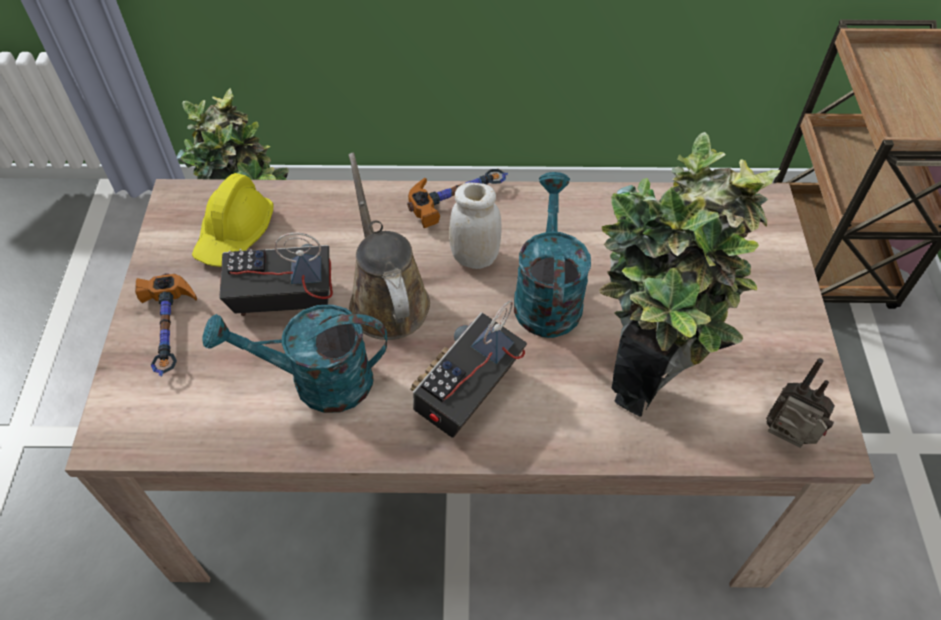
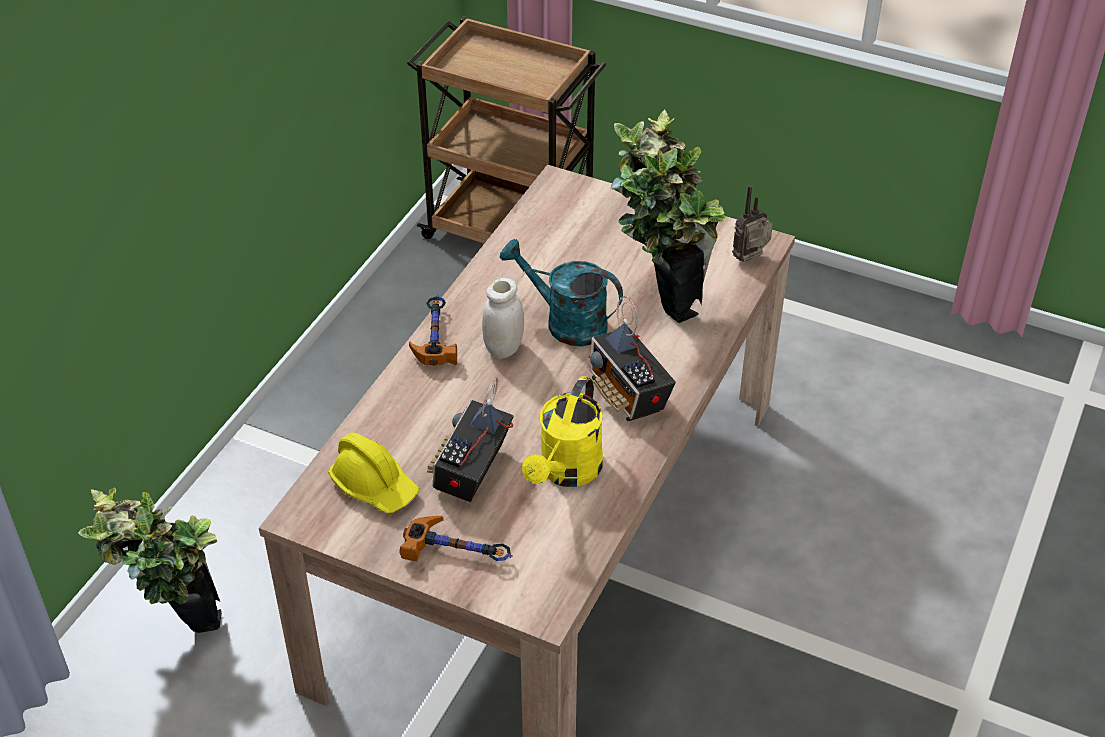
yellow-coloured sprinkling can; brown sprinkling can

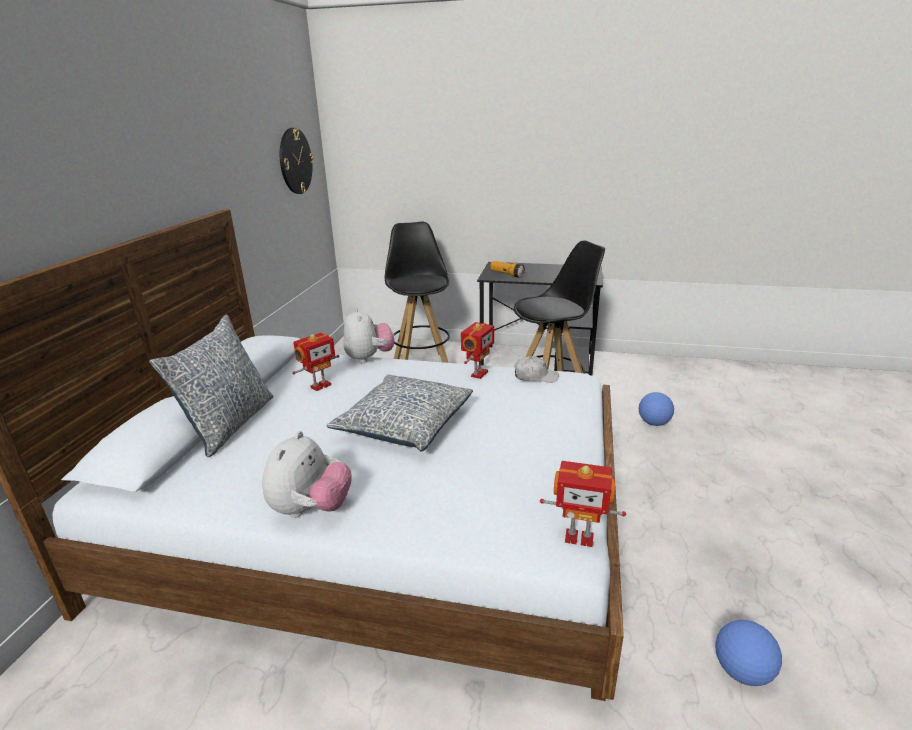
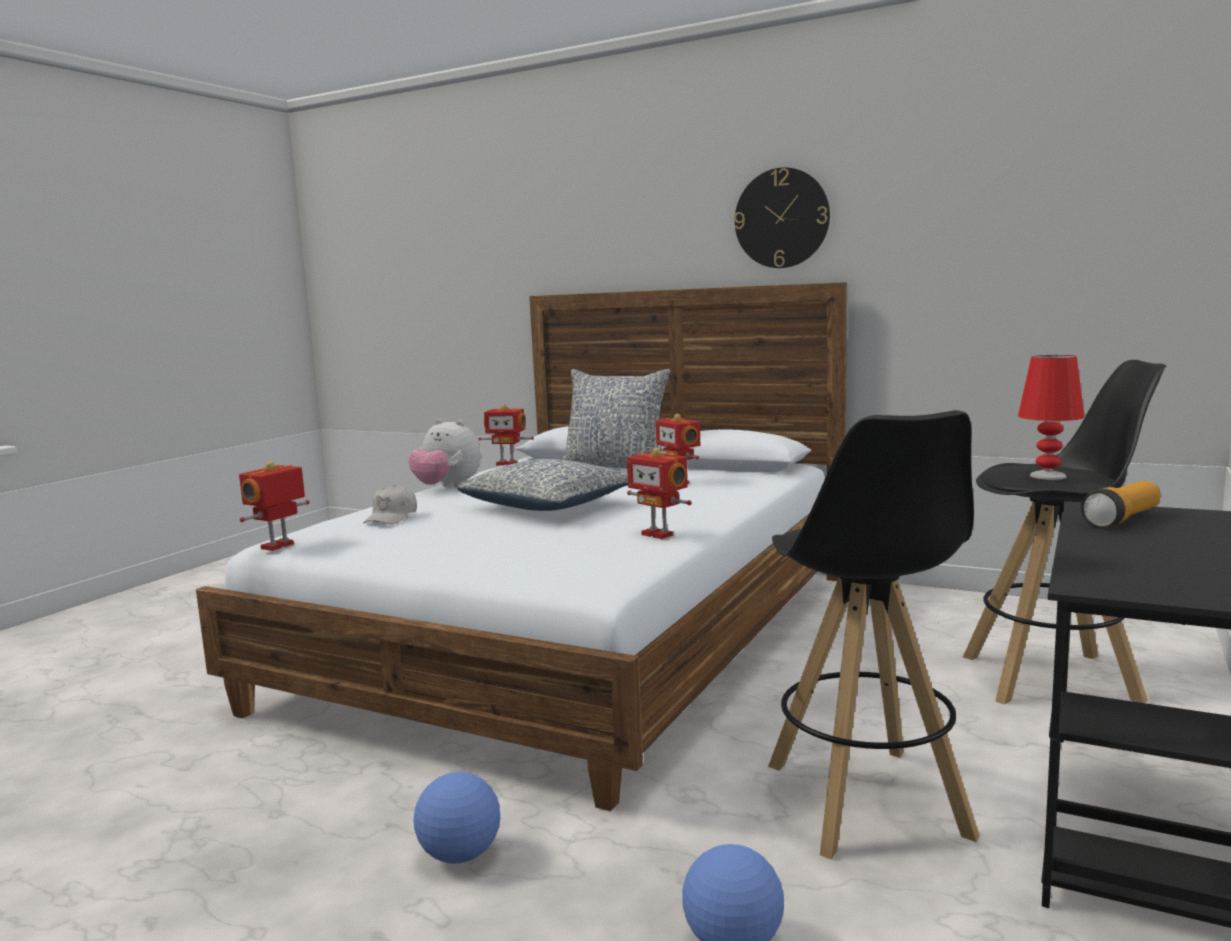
hanging clock; cuddly toy (2nd from left in the first image); white cap; football (1st from left); model robot (2nd from left); red table lamp

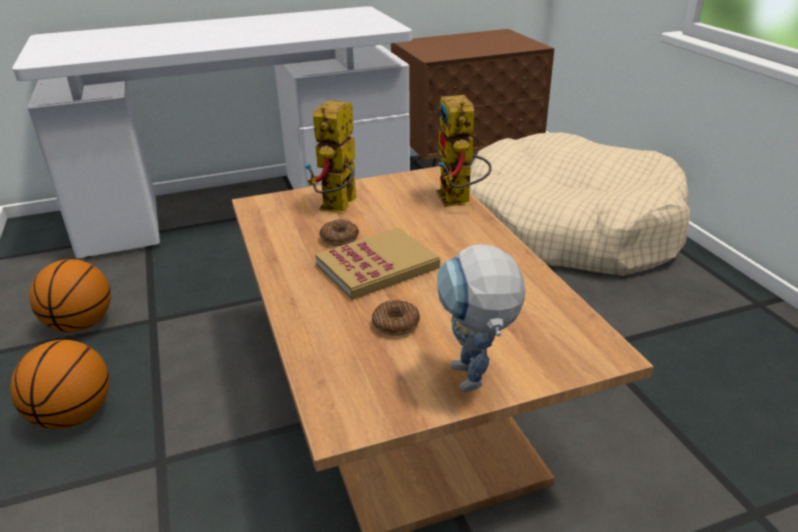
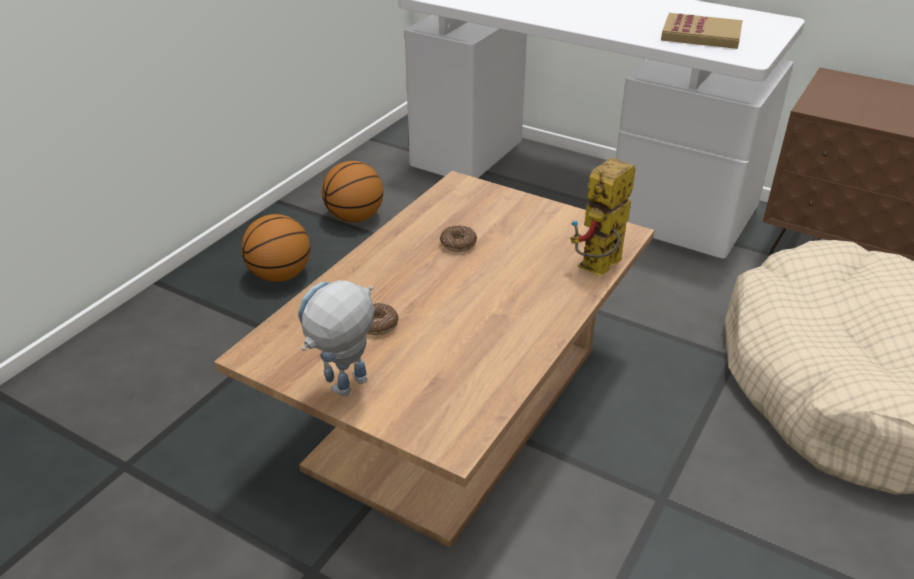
model robot (1st from left in the first image); volume

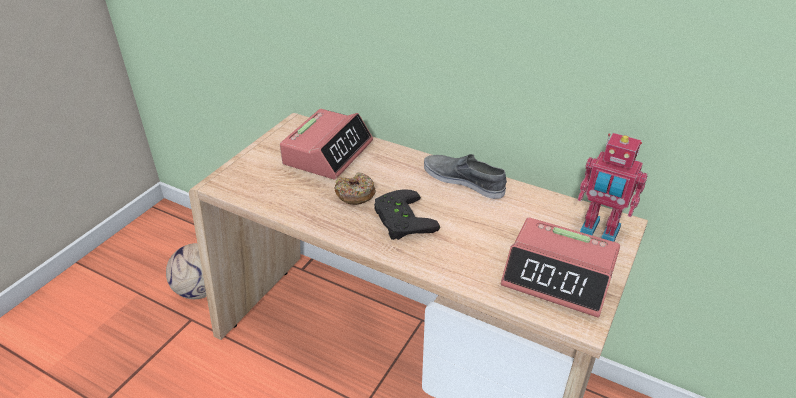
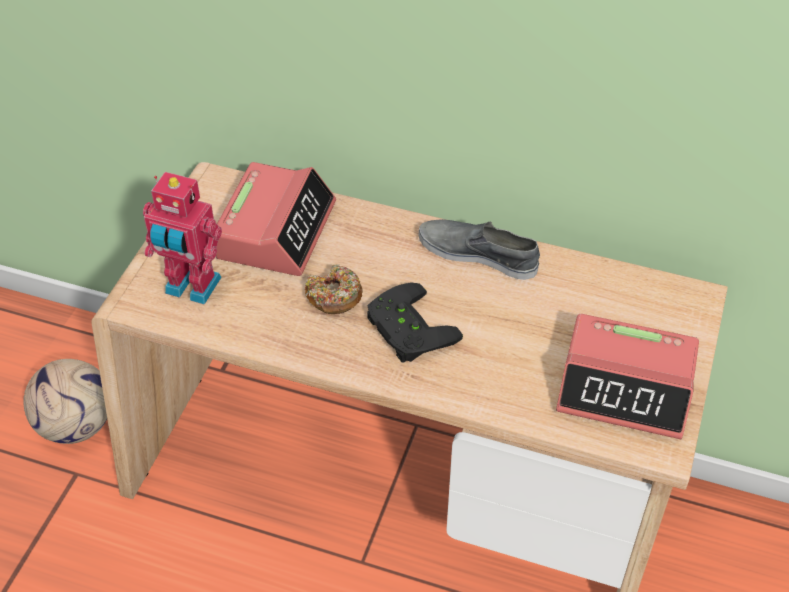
model robot

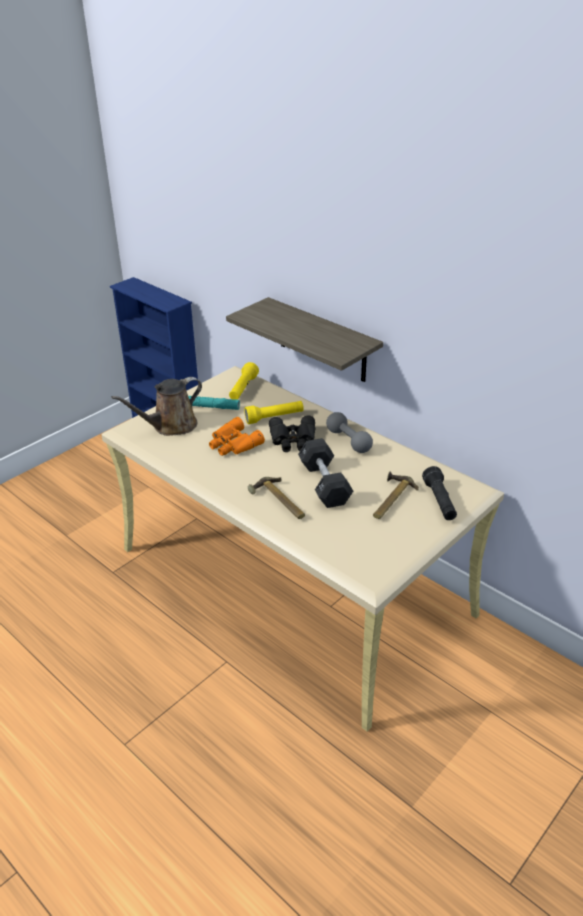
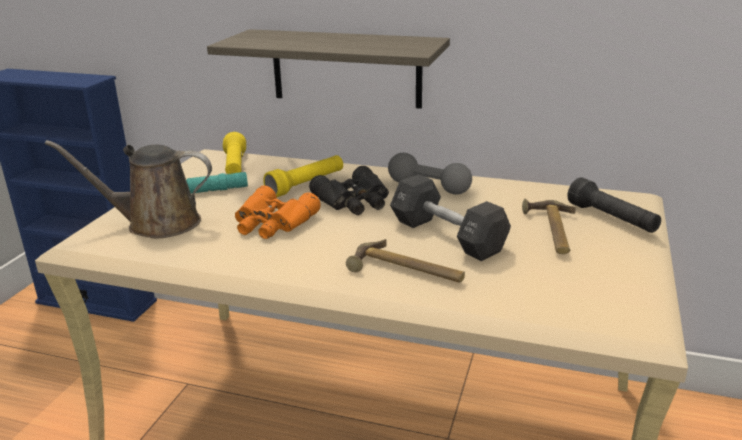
brown sprinkling can

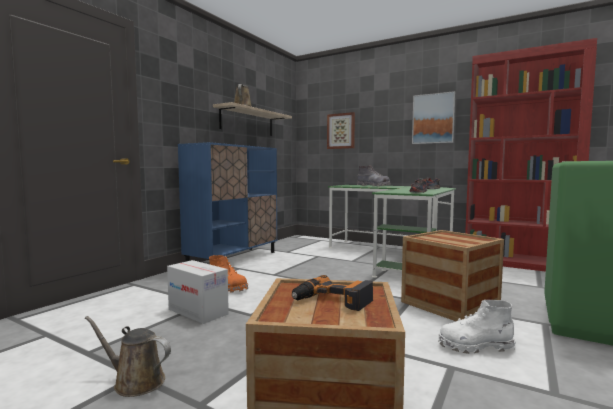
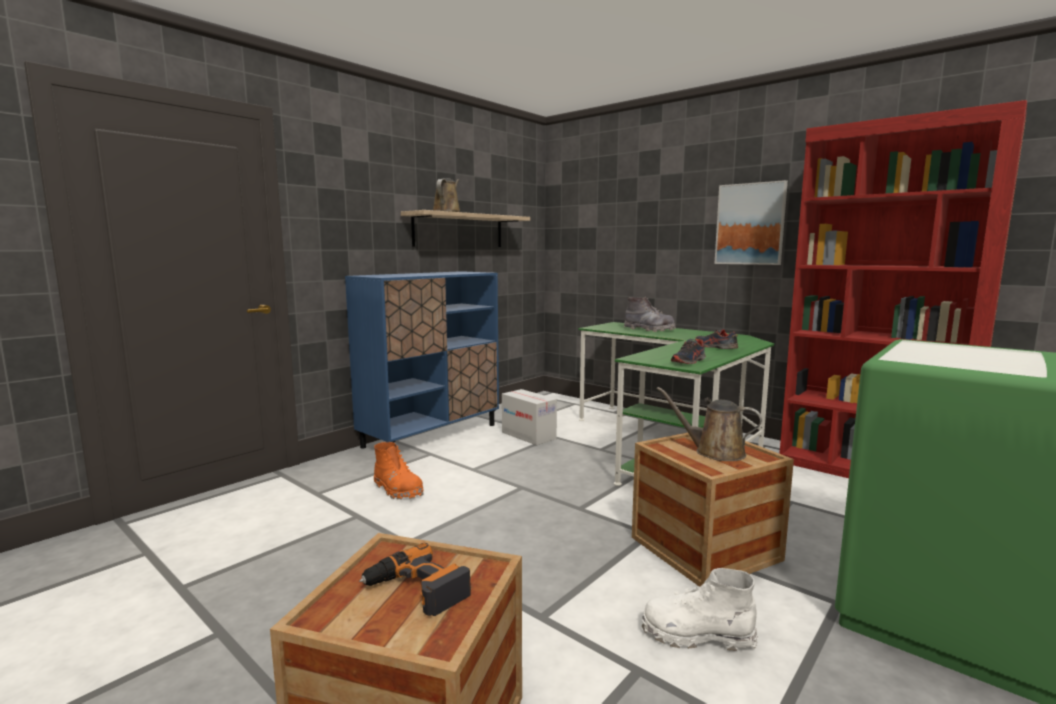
brown sprinkling can (2nd from left); carton; wall picture (1st from left in the first image)

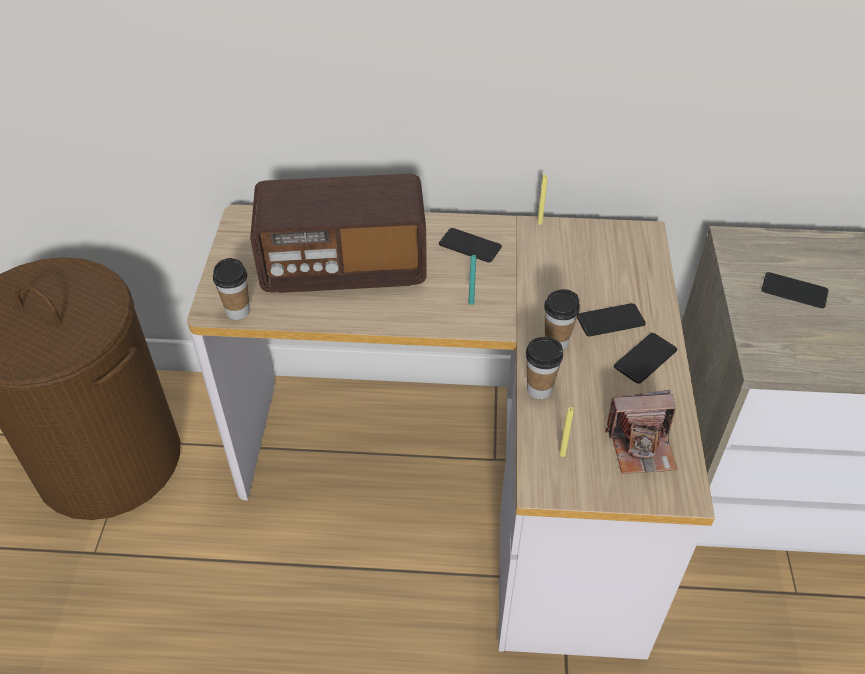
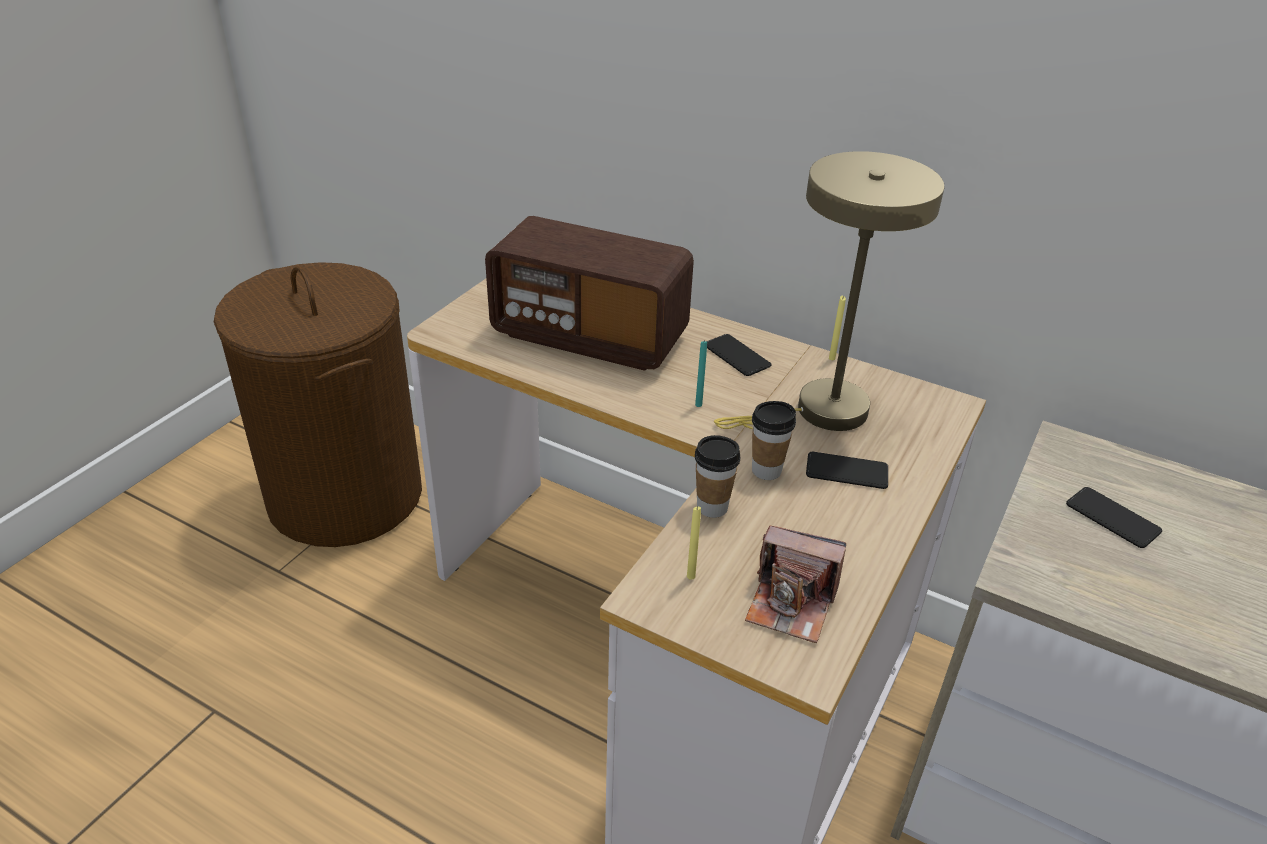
drinking cup (1st from left in the first image); telephone (3rd from left in the first image); sand-coloured table lamp

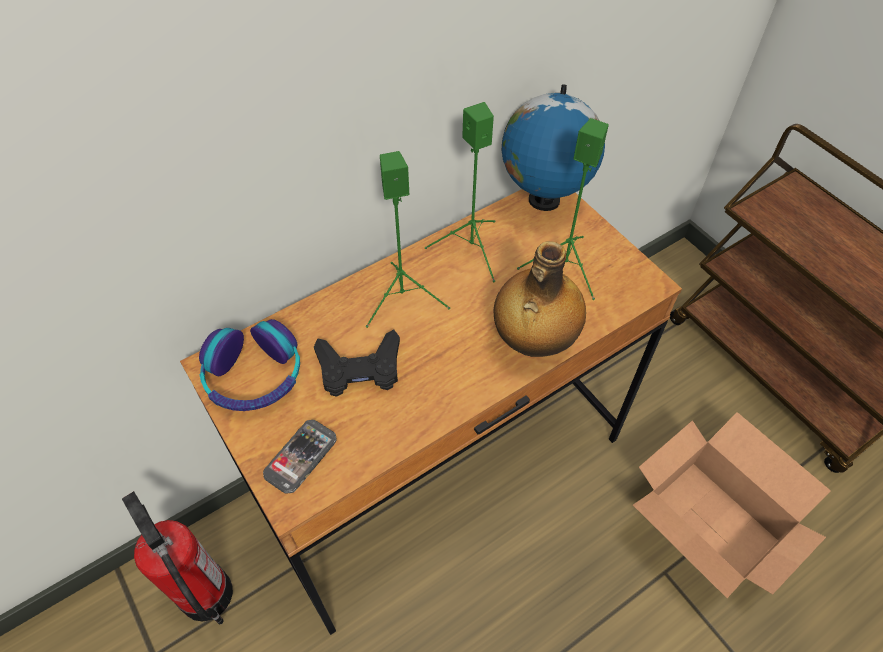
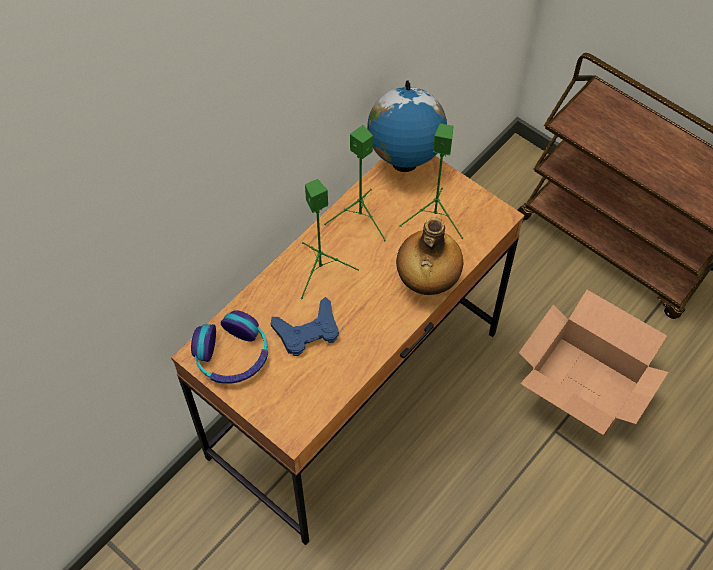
fire-fighting cylinder; telephone; bluish joypad

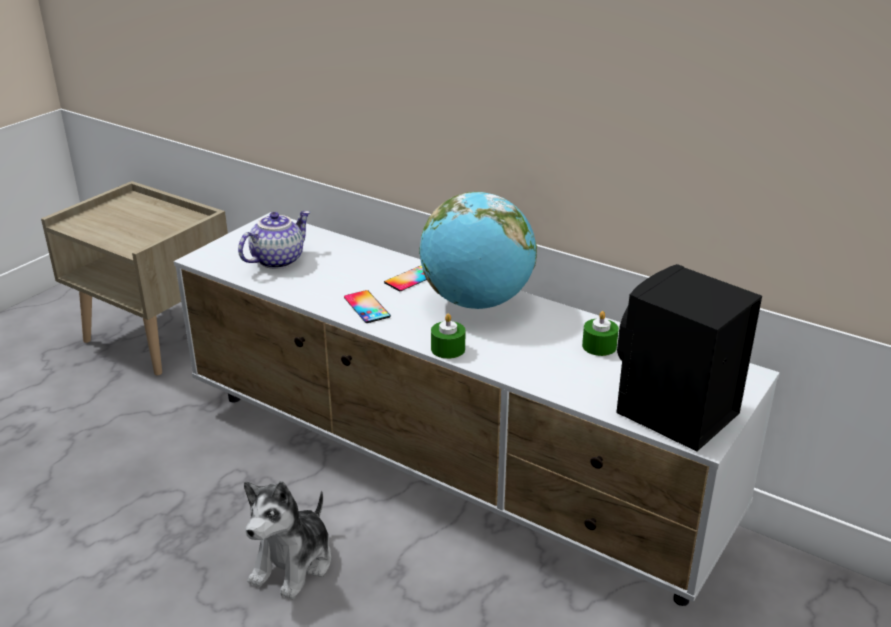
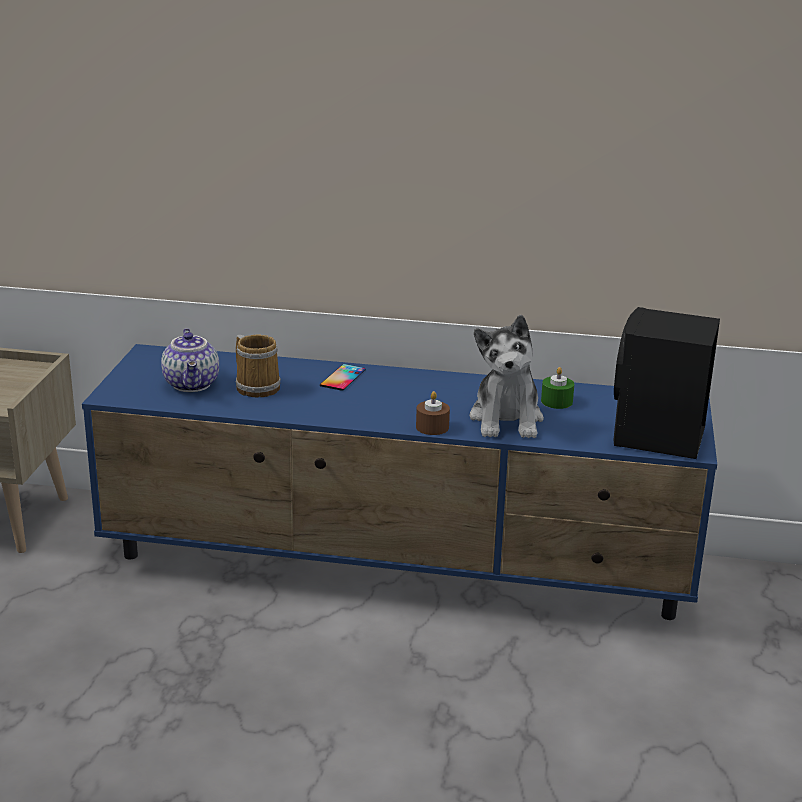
bluish media console; teapot; cuddly toy; telephone (1st from left in the first image); globe; brown candle; coffee mug

